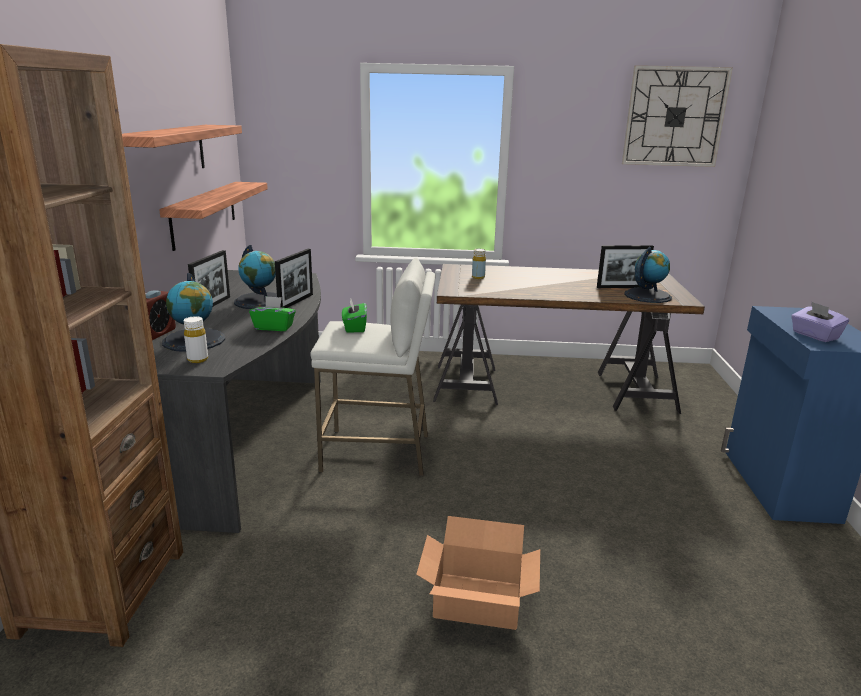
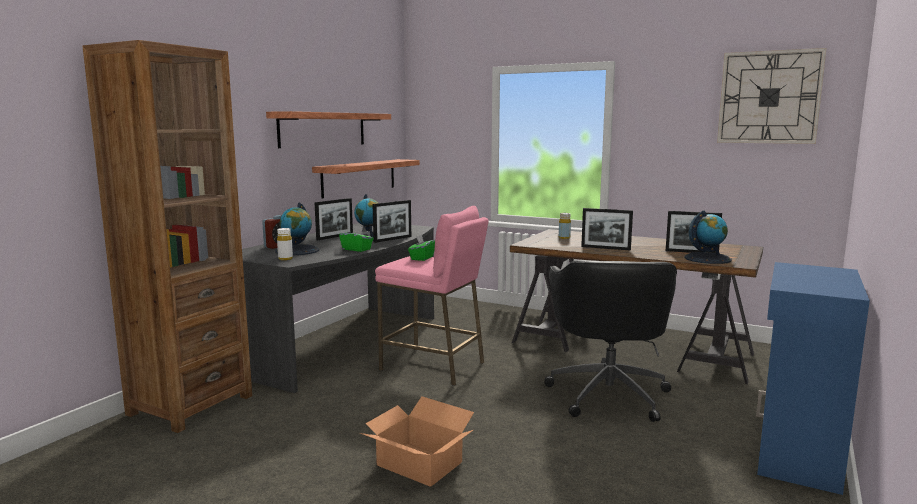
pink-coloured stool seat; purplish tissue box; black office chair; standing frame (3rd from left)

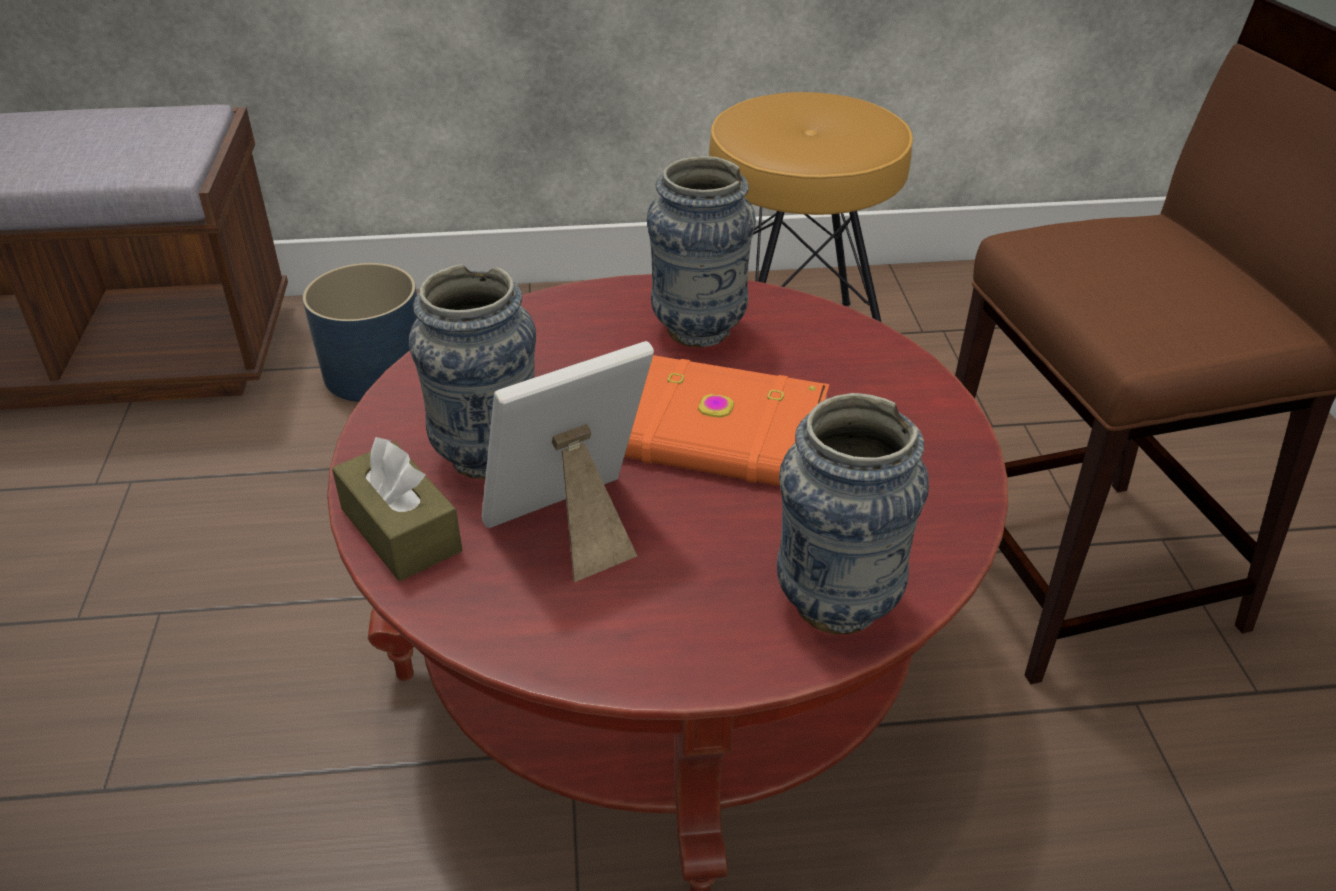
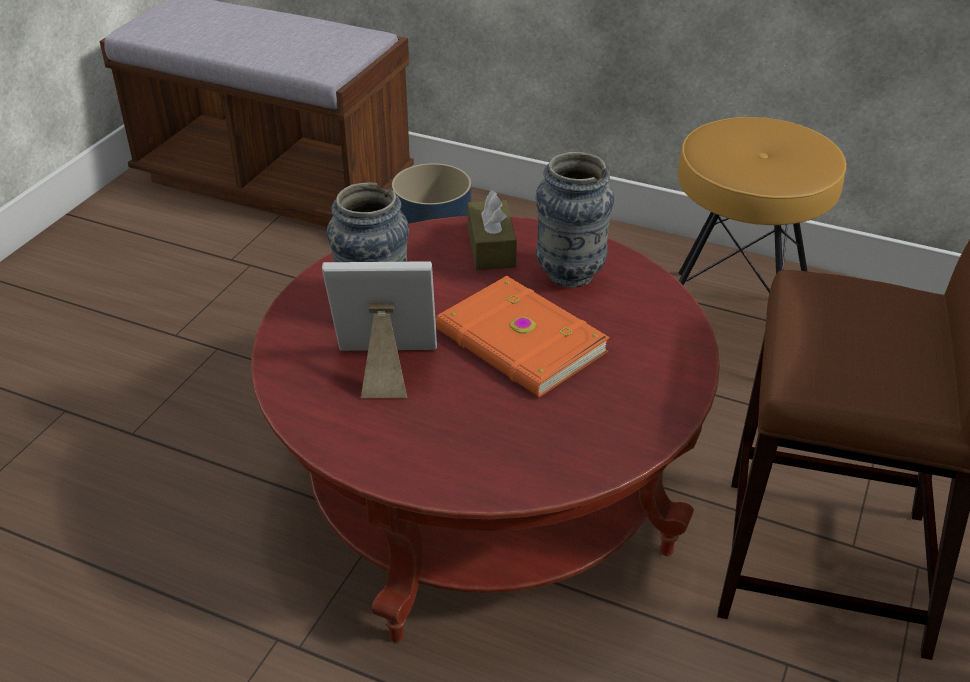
brown tissue box; vase (3rd from left in the first image)

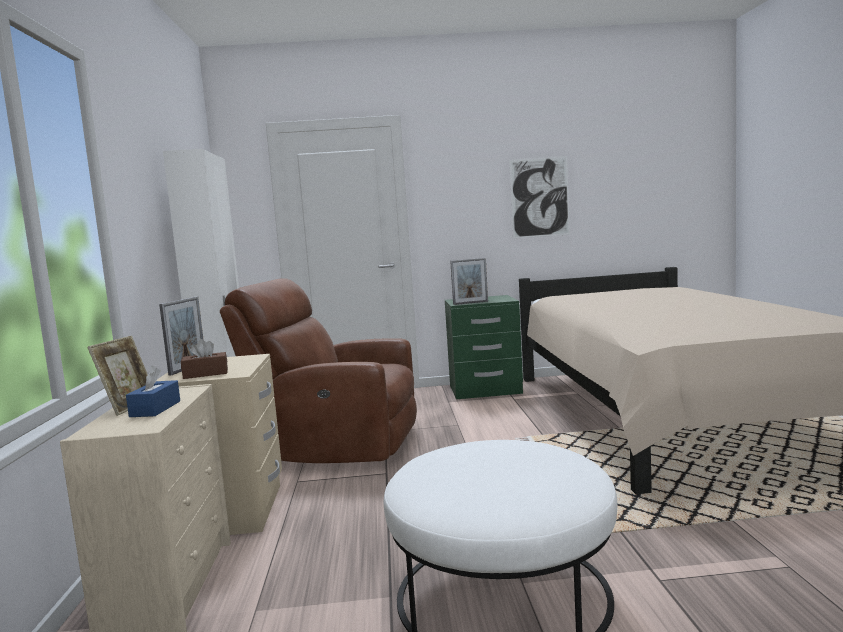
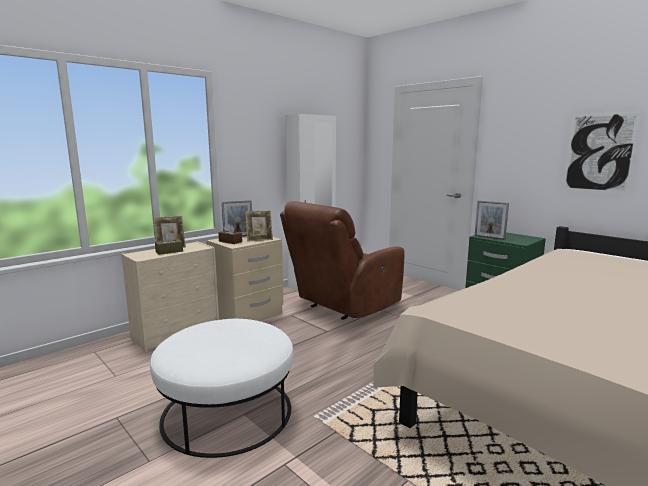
brown tissue box (1st from left); brown easy chair; standing frame (3rd from left)

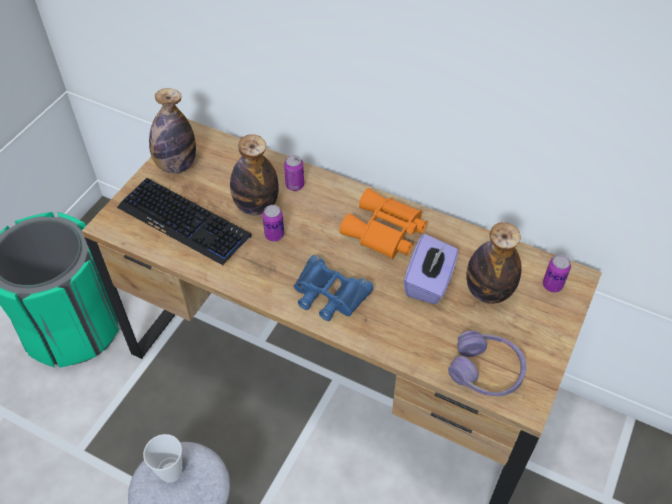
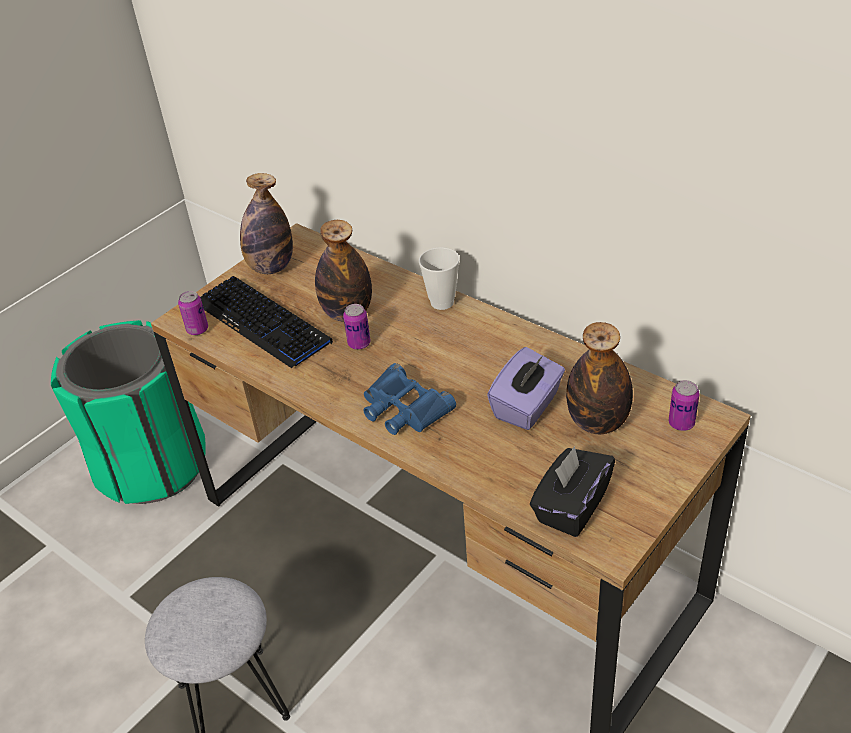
drinking cup; metal can (1st from left); orange field glasses; black tissue box

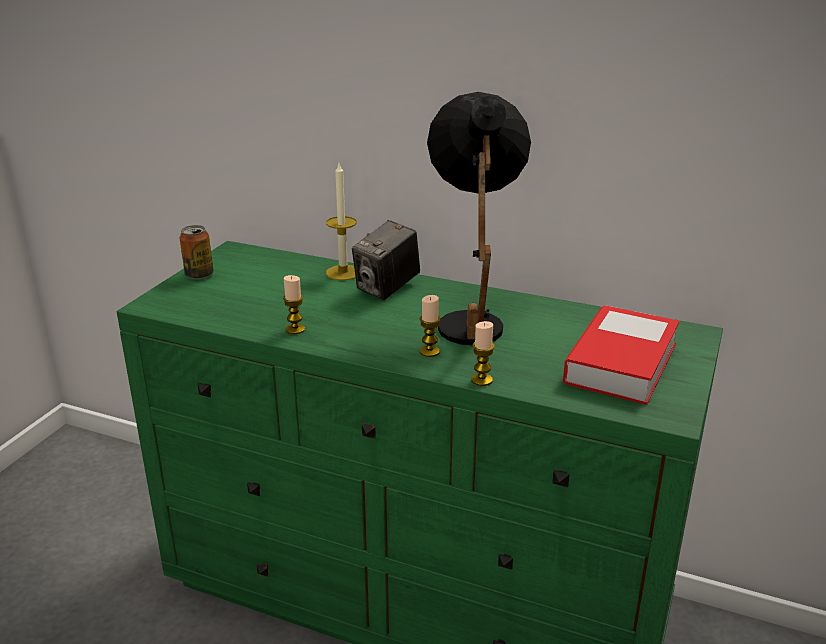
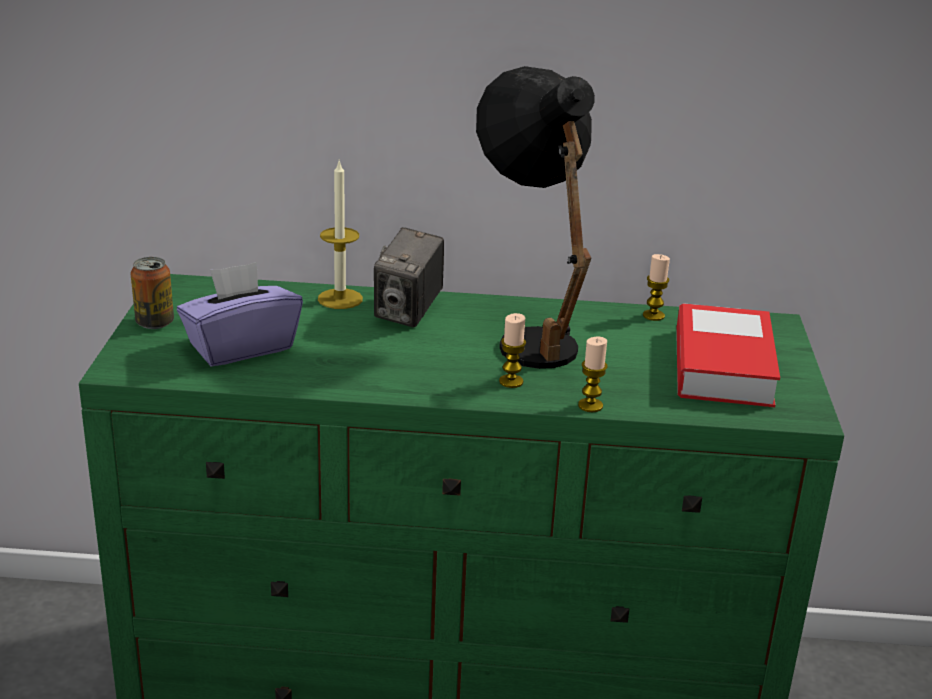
candle (4th from left); purplish tissue box

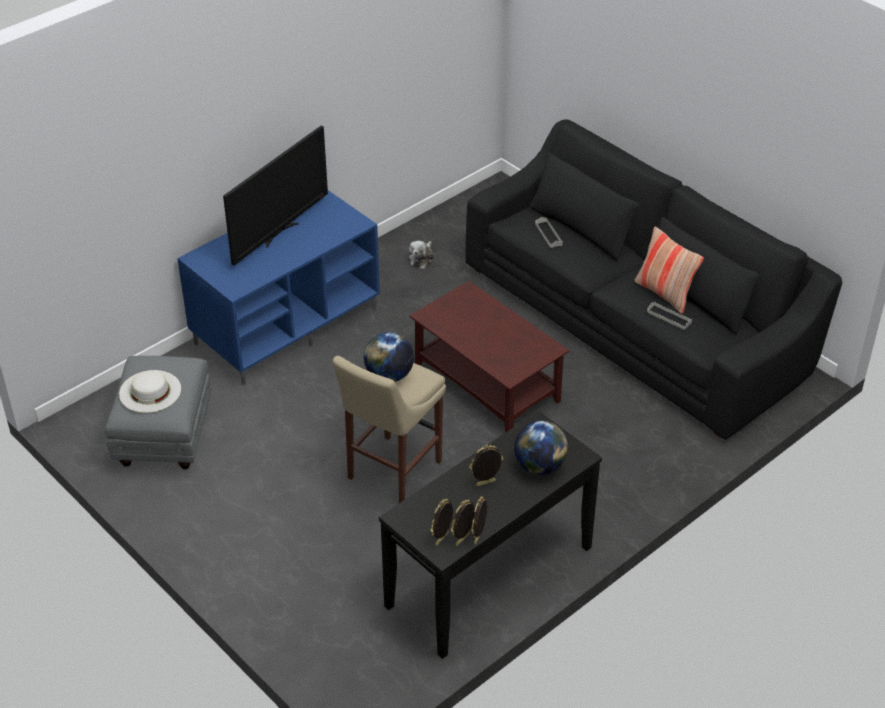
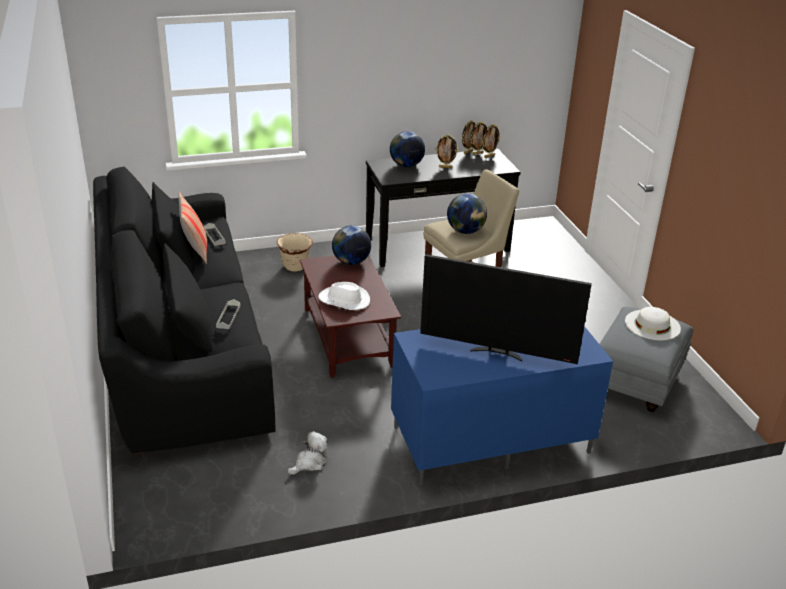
television; sand-coloured flower pot; white clothing hat (1st from left); globe (1st from left)

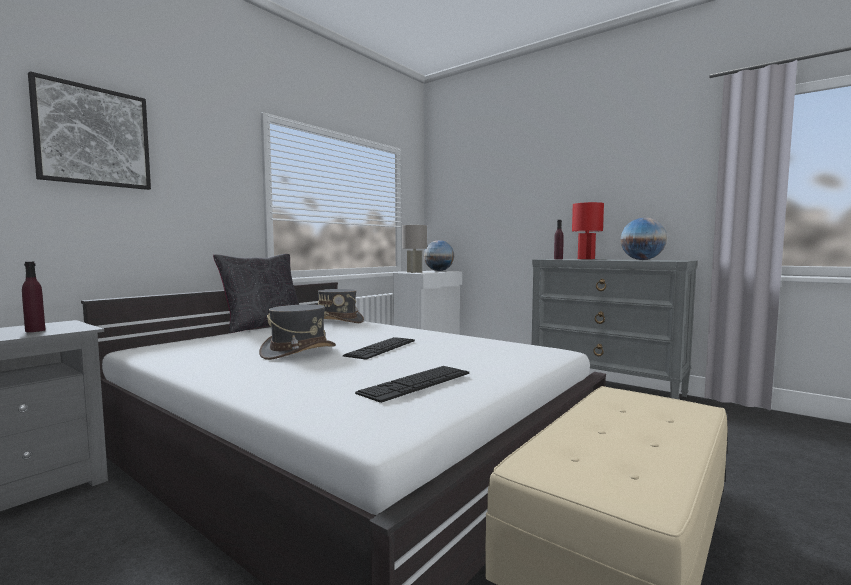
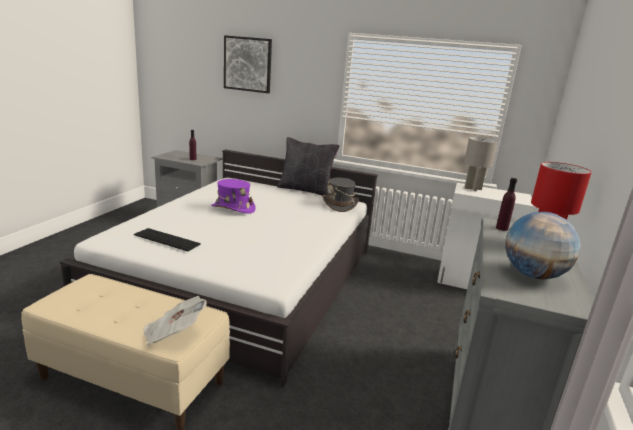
purplish clothing hat; keyboard (1st from left in the first image); globe (1st from left in the first image); daily paper

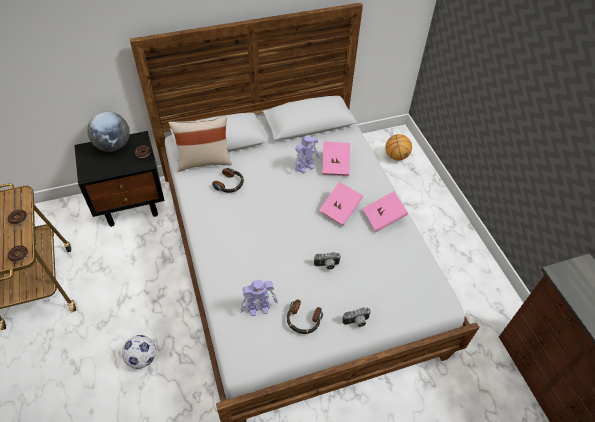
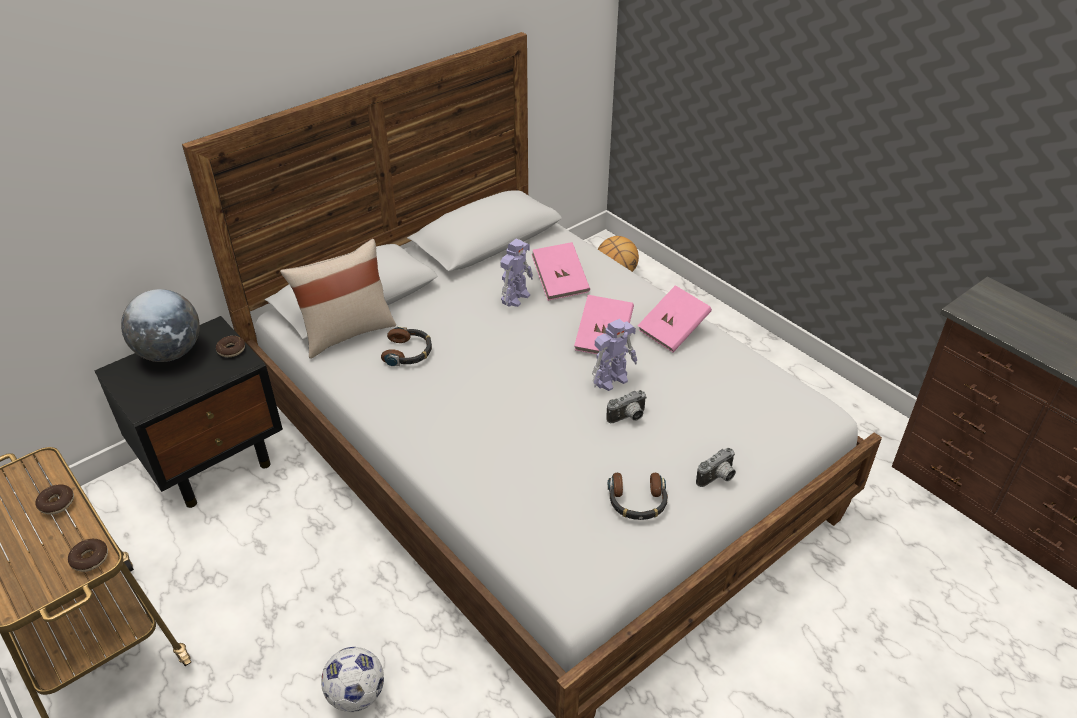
model robot (2nd from left)

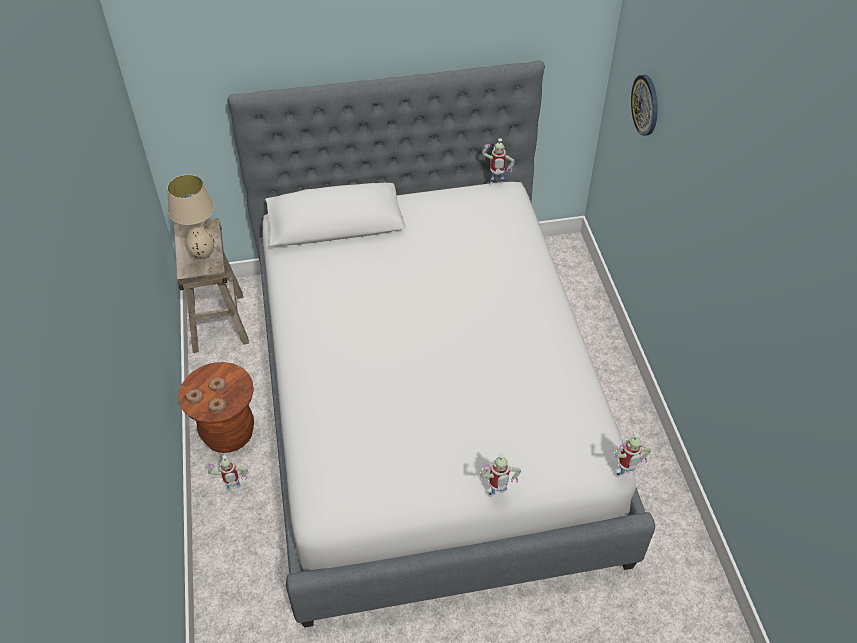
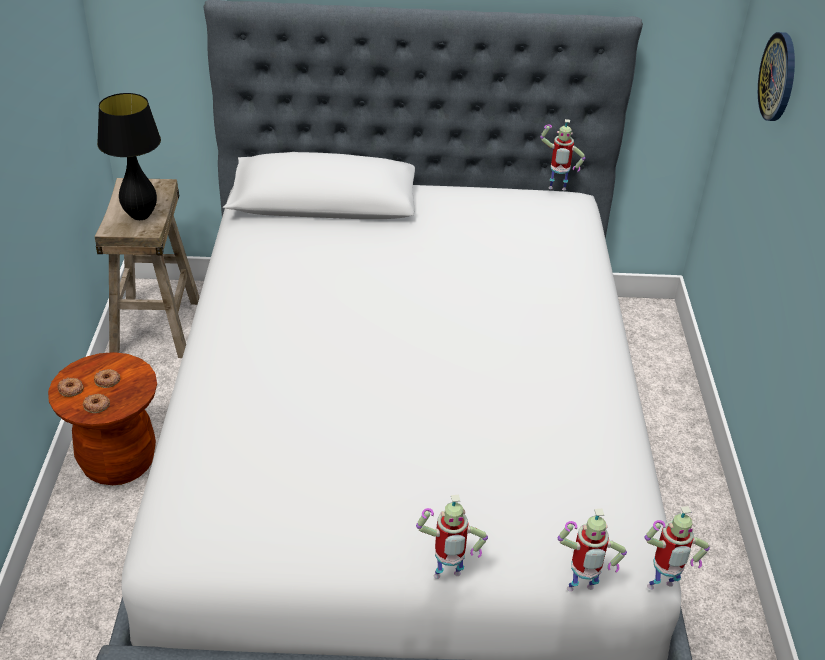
black table lamp; model robot (3rd from left)

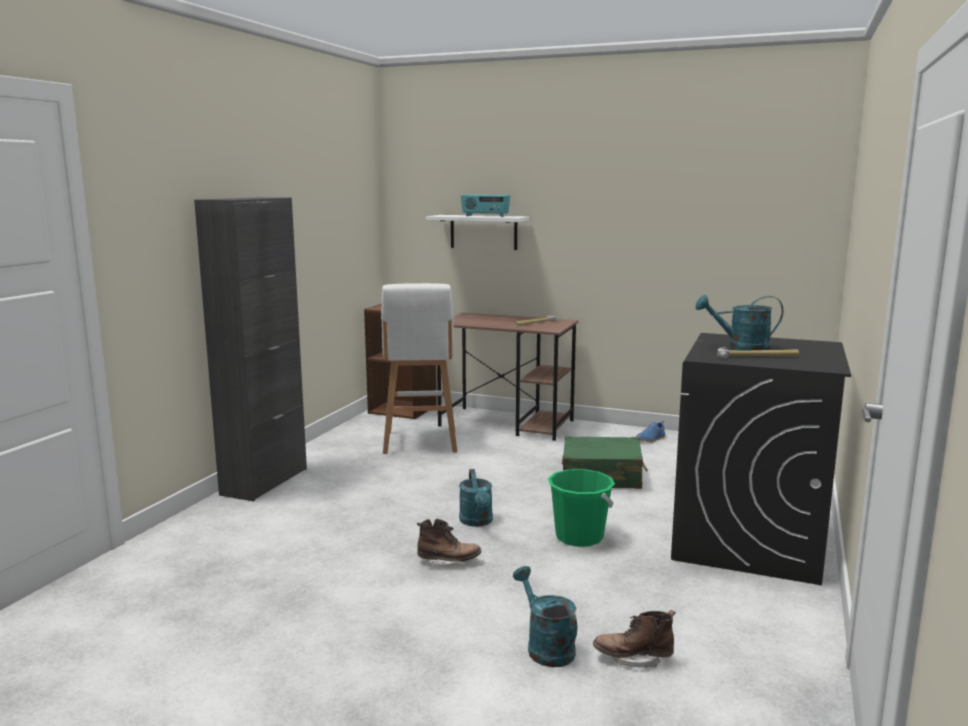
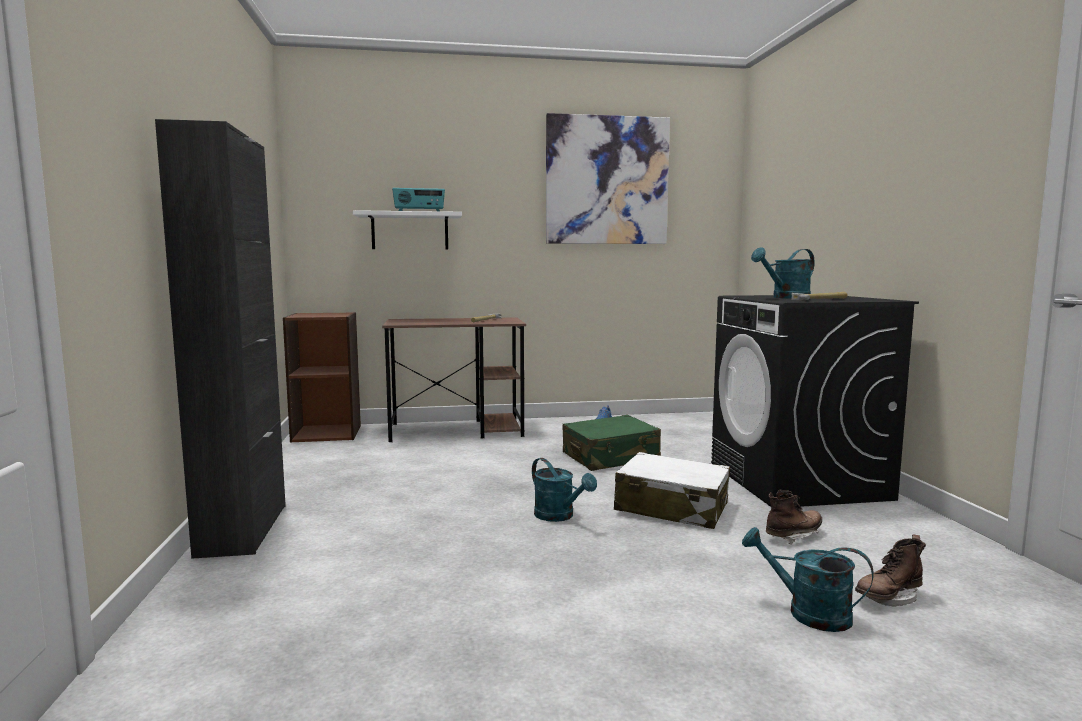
white stool seat; brown high-top boot (1st from left); white travel case; wall picture

